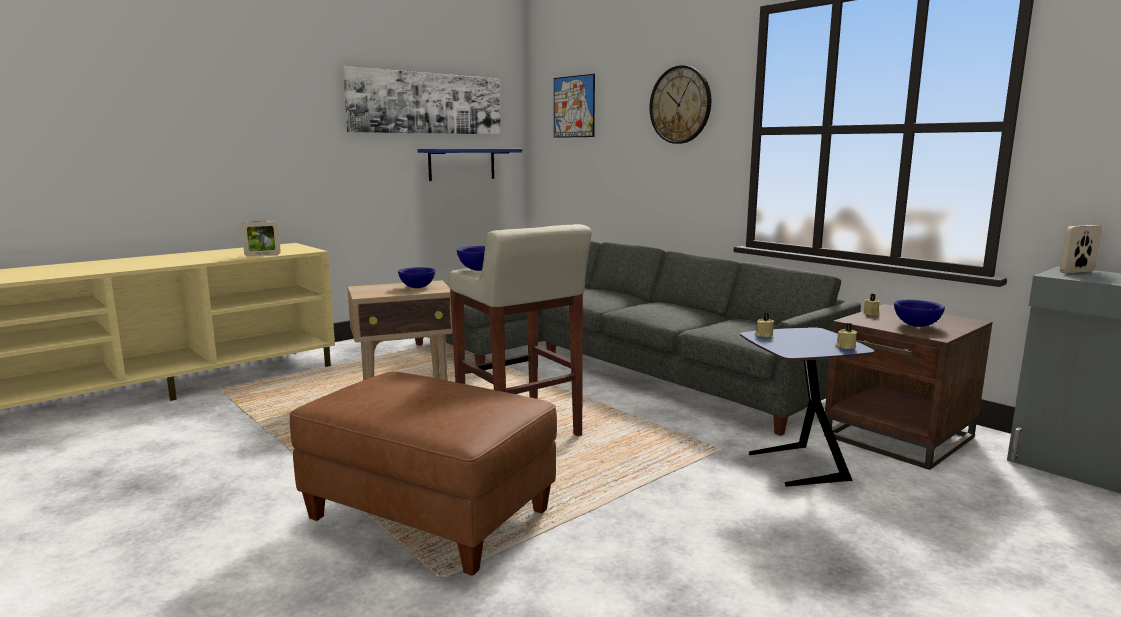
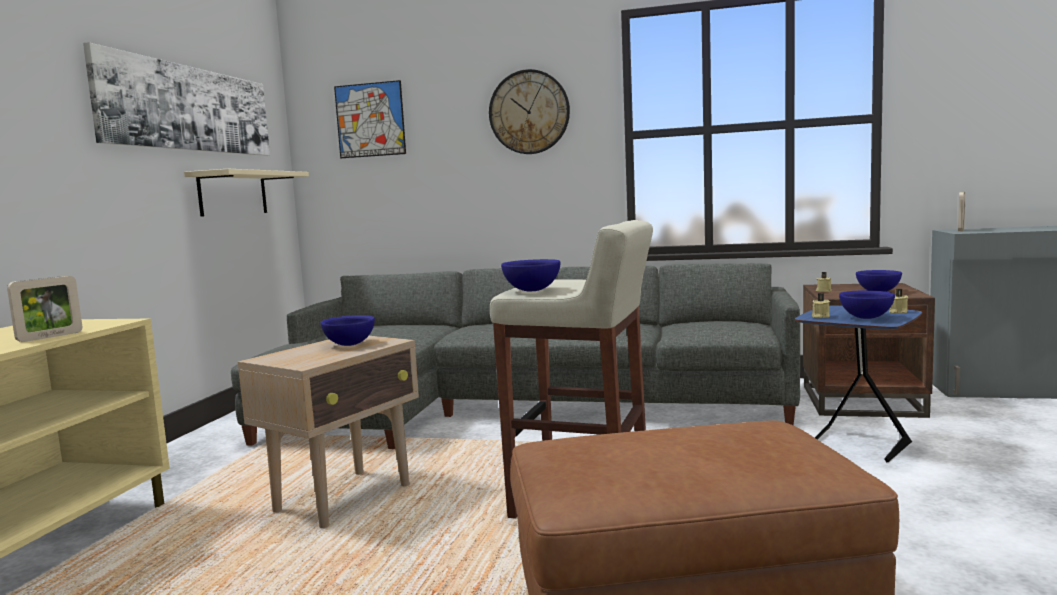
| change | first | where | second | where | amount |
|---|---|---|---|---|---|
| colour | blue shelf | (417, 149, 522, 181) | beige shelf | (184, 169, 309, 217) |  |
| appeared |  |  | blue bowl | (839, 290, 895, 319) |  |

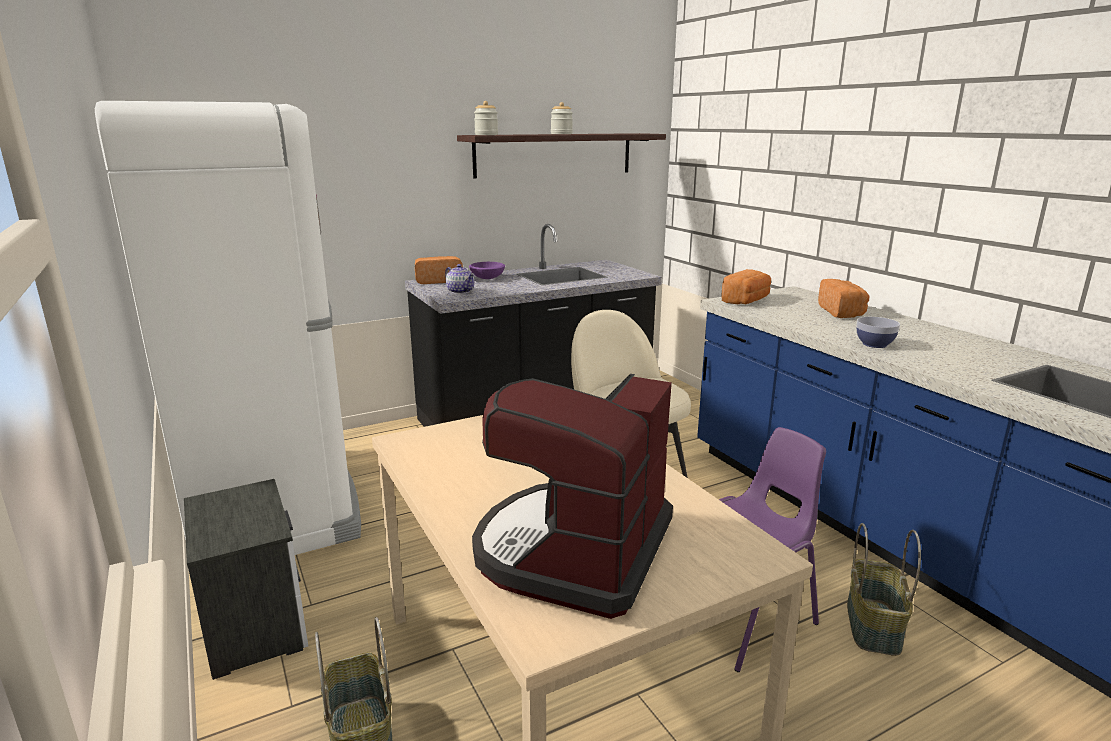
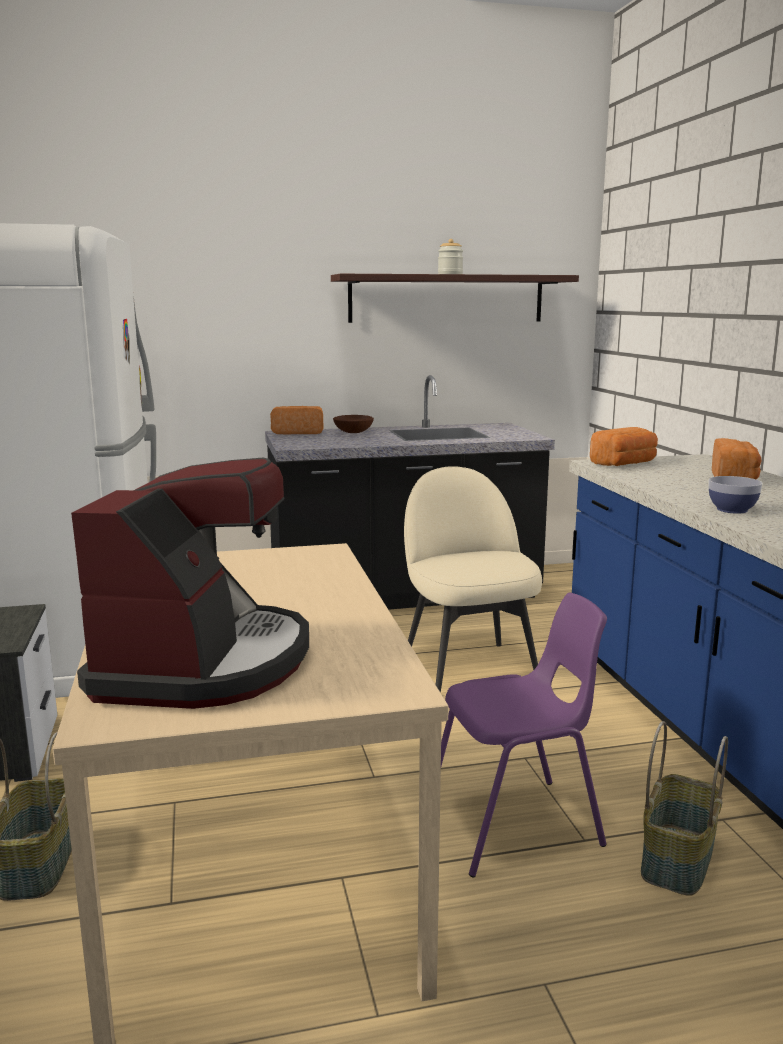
| change | first | where | second | where | amount |
|---|---|---|---|---|---|
| missing | teapot | (445, 264, 475, 294) |  |  |  |
| colour | purple bowl | (469, 262, 505, 279) | brown bowl | (333, 415, 374, 433) |  |
| spun | coffee machine | (472, 374, 673, 619) |  | (71, 458, 309, 709) | 150 degrees clockwise |
| missing | jar | (474, 101, 498, 135) |  |  |  |

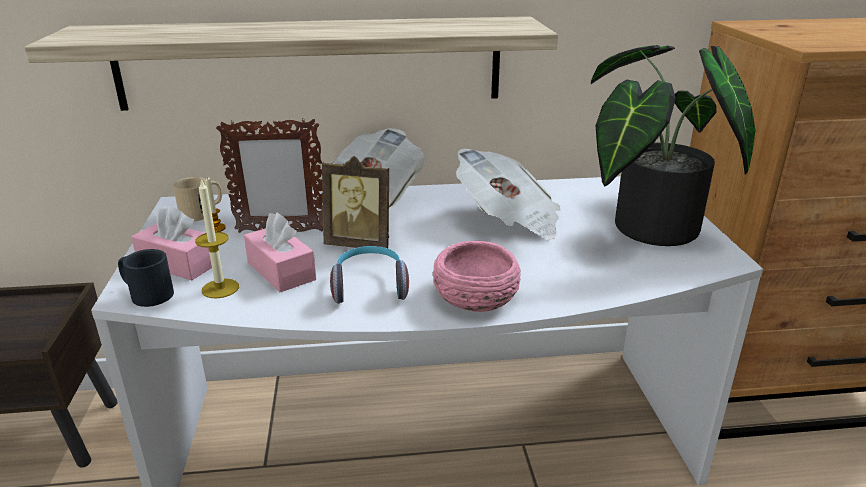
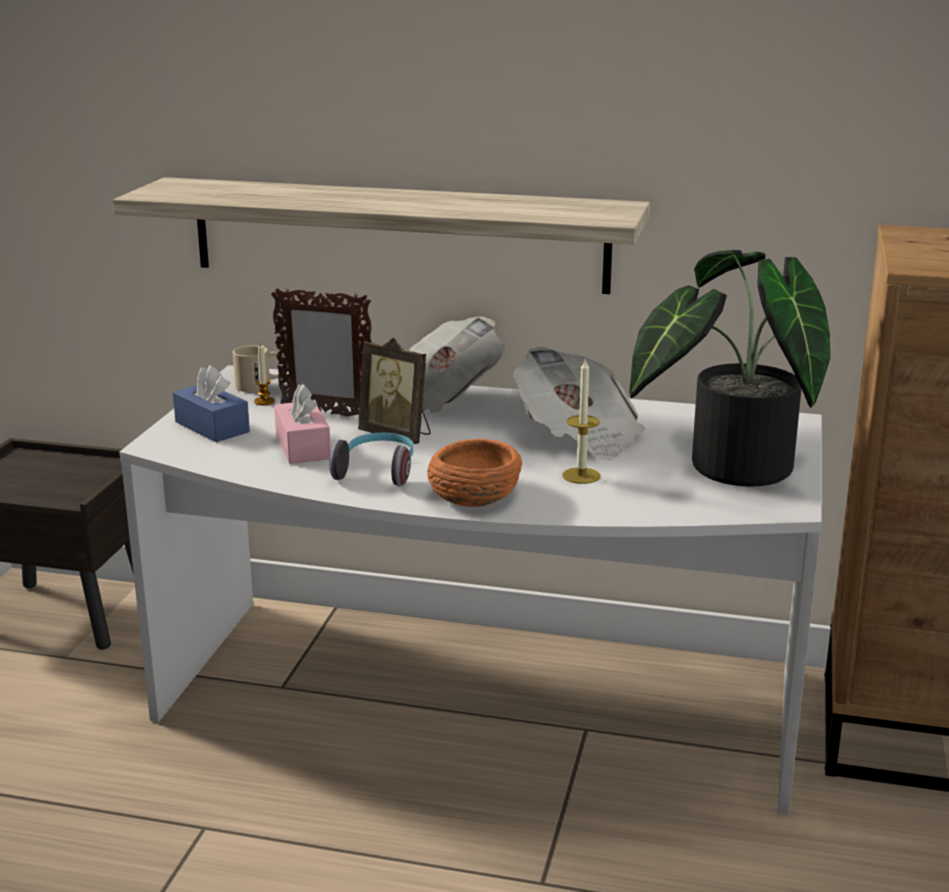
| change | first | where | second | where | amount |
|---|---|---|---|---|---|
| missing | black mug | (118, 249, 174, 307) |  |  |  |
| colour | pink tissue box | (131, 206, 212, 280) | blue tissue box | (173, 365, 250, 442) |  |
| relocated | candle | (195, 178, 239, 299) |  | (562, 357, 600, 484) |  |
| colour | pink bowl | (433, 241, 521, 312) | orange bowl | (427, 439, 522, 507) |  |

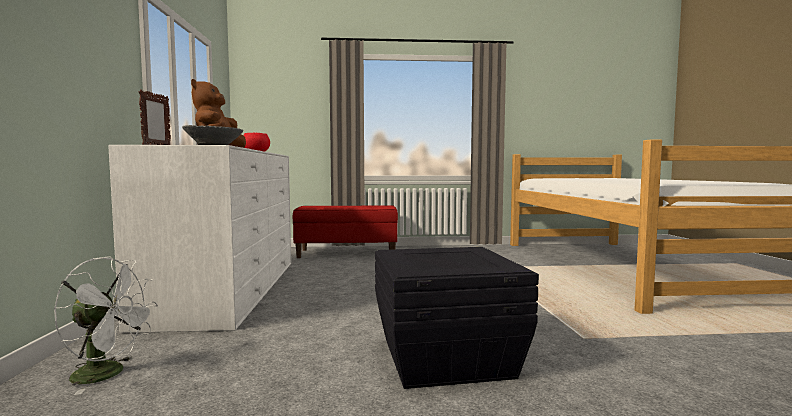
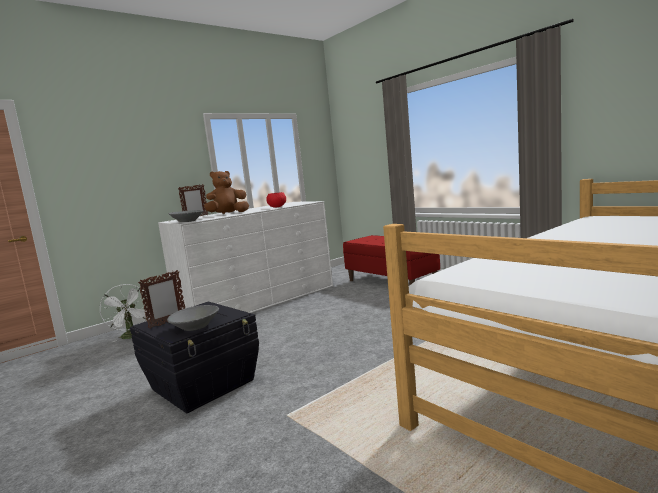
| change | first | where | second | where | amount |
|---|---|---|---|---|---|
| appeared |  |  | picture frame | (138, 270, 185, 329) |  |
| appeared |  |  | grey bowl | (167, 305, 219, 331) |  |

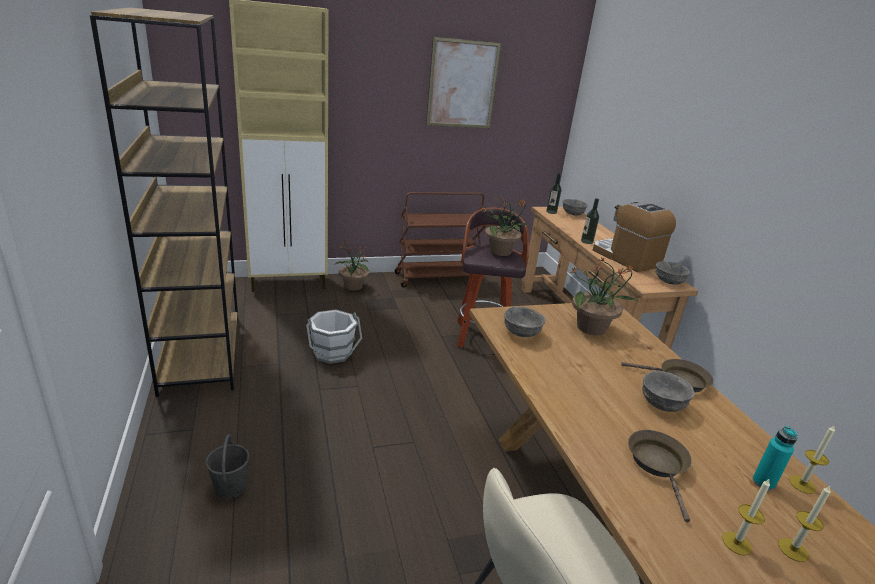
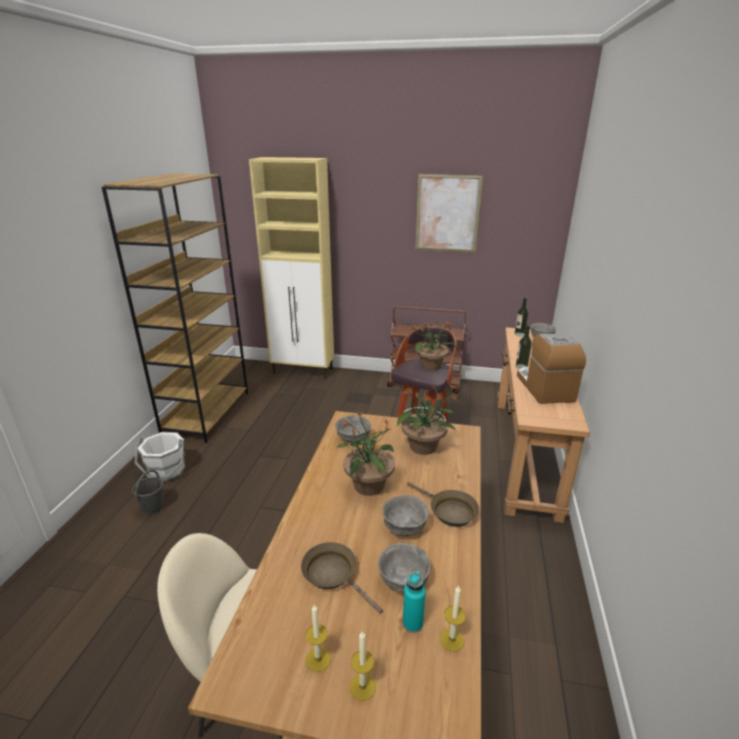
| change | first | where | second | where | amount |
|---|---|---|---|---|---|
| relocated | white bucket | (306, 309, 362, 364) |  | (135, 432, 185, 482) |  |
| relocated | potted plant | (335, 242, 370, 291) |  | (336, 411, 395, 496) |  |
| spun | brown frying pan | (628, 430, 692, 522) |  | (301, 542, 383, 613) | 75 degrees counterclockwise |
| relocated | grey bowl | (655, 261, 690, 285) |  | (378, 543, 431, 593) |  |

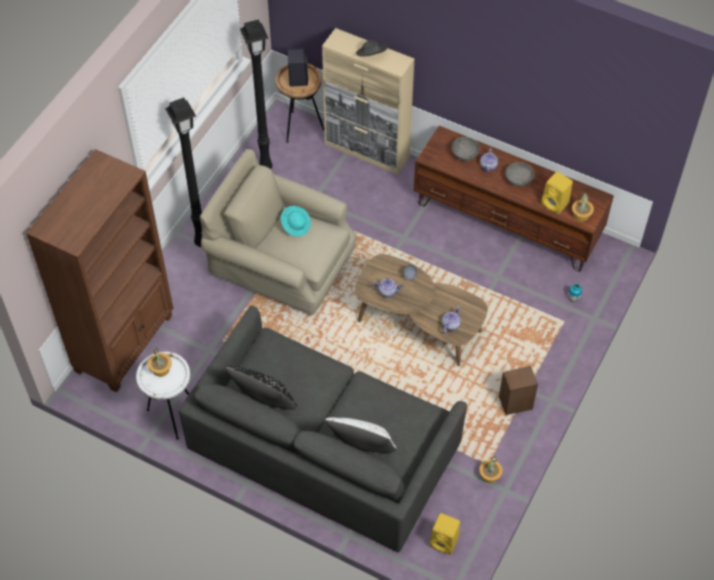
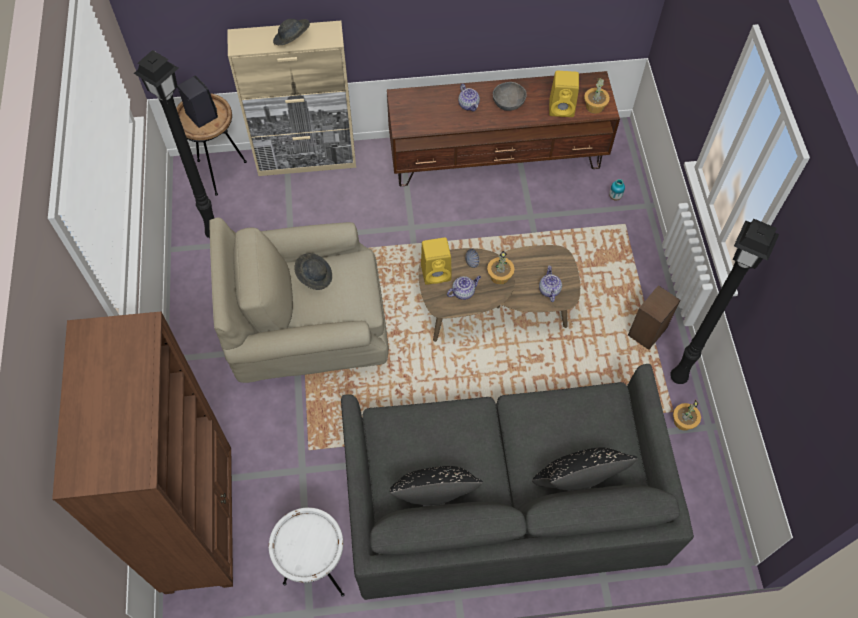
| change | first | where | second | where | amount |
|---|---|---|---|---|---|
| relocated | potted plant | (148, 348, 172, 377) |  | (487, 251, 515, 285) |  |
| relocated | black floor lamp | (165, 97, 202, 247) |  | (670, 218, 779, 384) |  |
| colour | turquoise hat | (281, 206, 311, 237) | grey hat | (294, 253, 332, 290) |  |
| colour | white pillow | (325, 418, 397, 453) | black pillow | (532, 447, 638, 490) |  |
| relocated | yellow speaker | (430, 513, 460, 555) |  | (421, 237, 451, 285) |  |
| missing | grey bowl | (452, 137, 480, 161) |  |  |  |

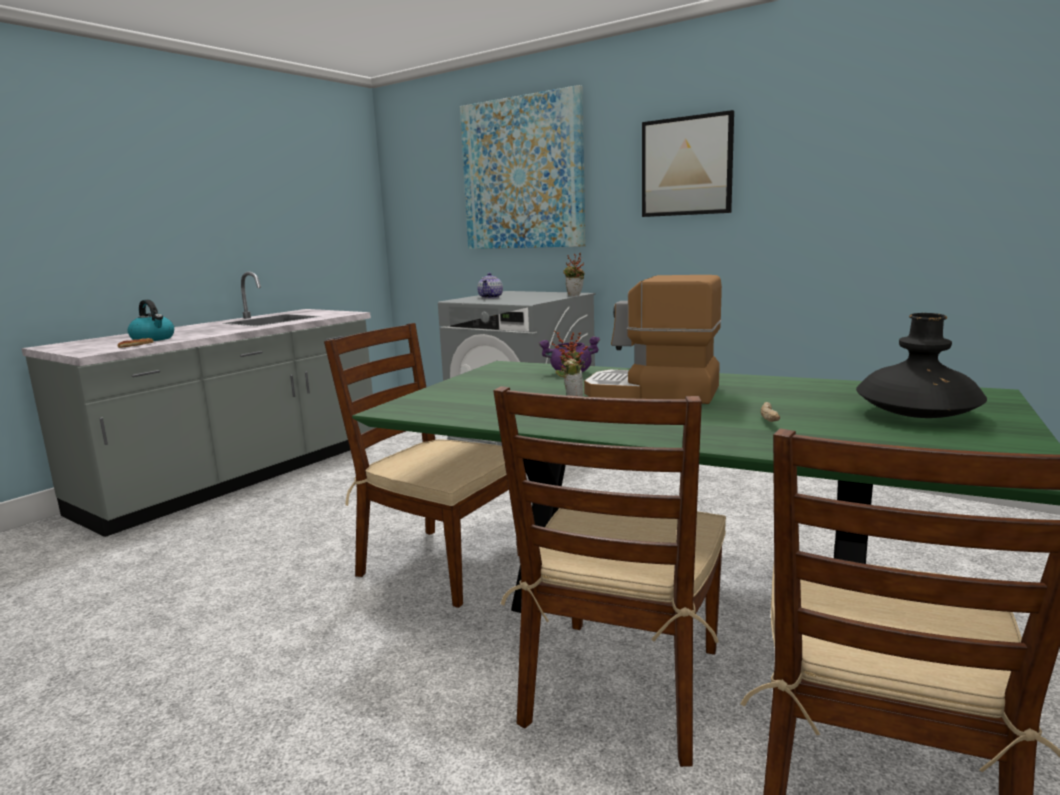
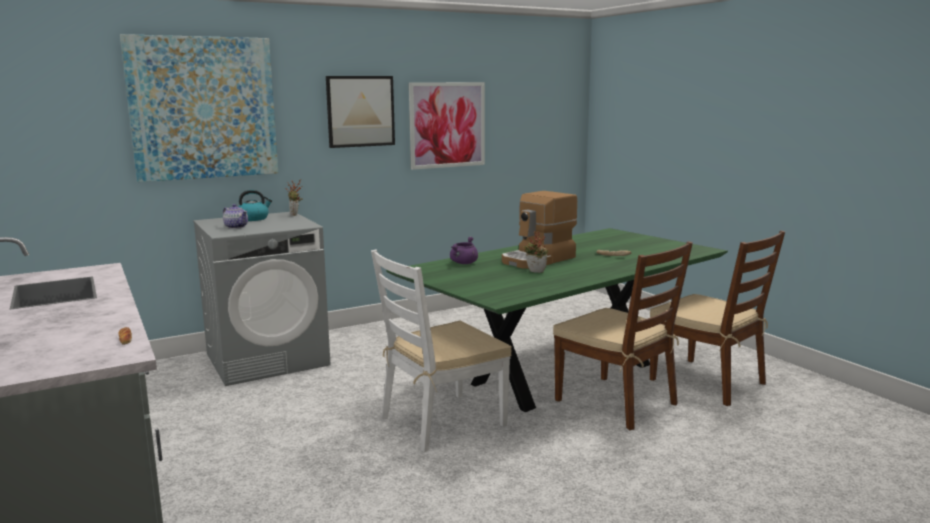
| change | first | where | second | where | amount |
|---|---|---|---|---|---|
| relocated | kettle | (128, 300, 174, 341) |  | (239, 190, 272, 221) |  |
| colour | brown chair | (324, 323, 519, 608) | white chair | (371, 250, 512, 452) |  |
| missing | black vase | (856, 313, 987, 418) |  |  |  |
| appeared |  |  | picture | (409, 82, 485, 170) |  |

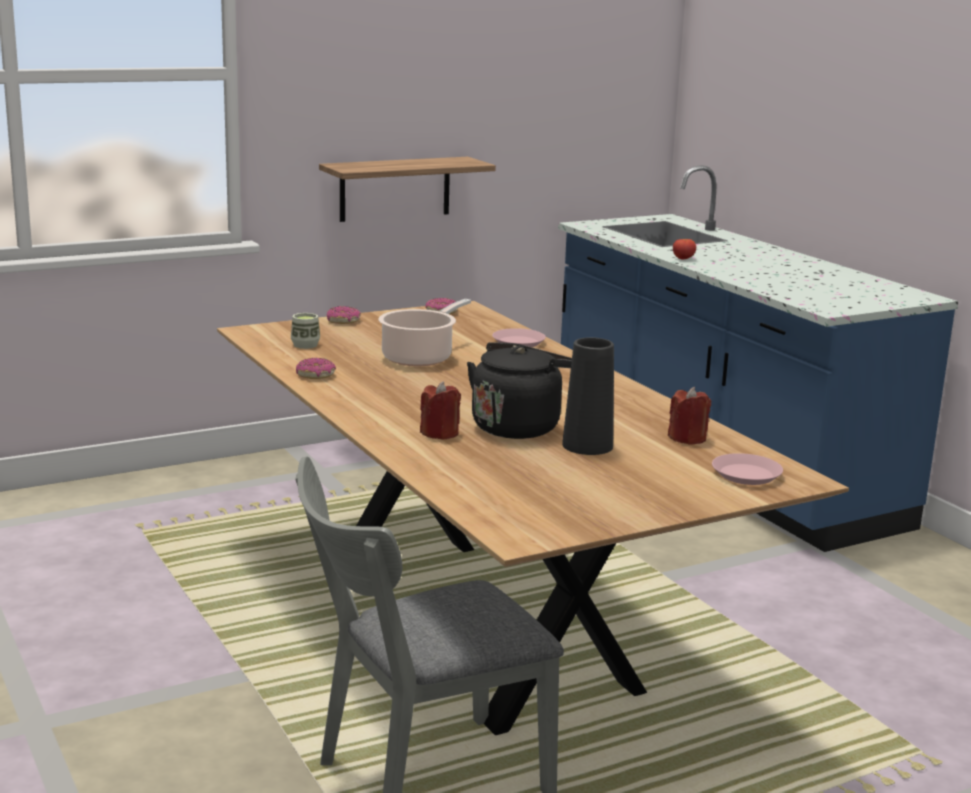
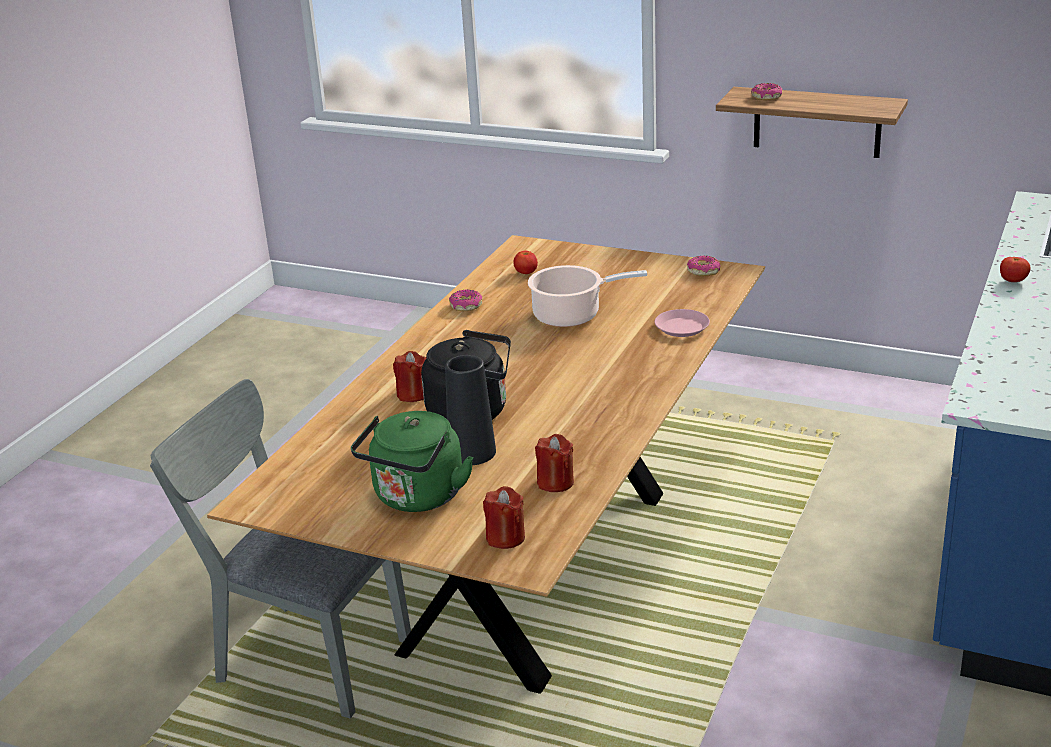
| change | first | where | second | where | amount |
|---|---|---|---|---|---|
| exchanged | cup | (291, 313, 320, 349) | tomato | (513, 251, 538, 274) |  |
| relocated | donut | (327, 306, 361, 324) |  | (751, 83, 782, 100) |  |
| exchanged | pink plate | (712, 453, 783, 485) | red candle | (483, 486, 525, 549) |  |
| appeared |  |  | green kettle | (351, 411, 474, 512) |  |

